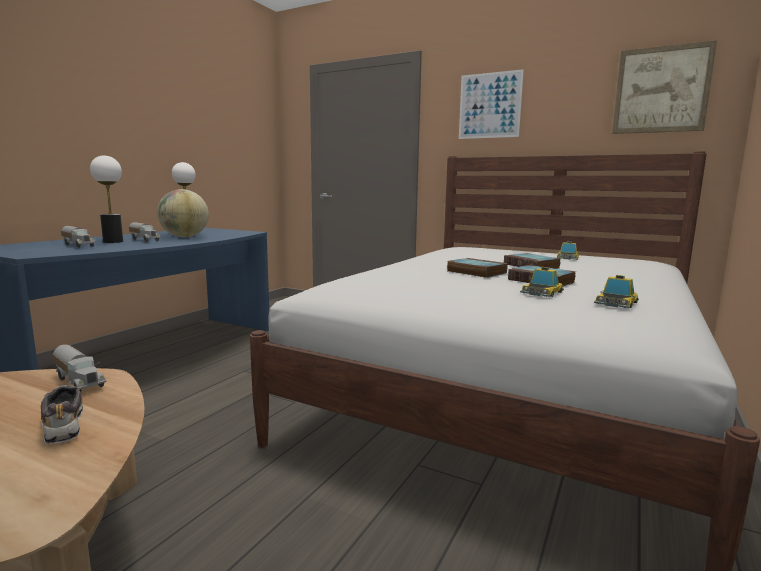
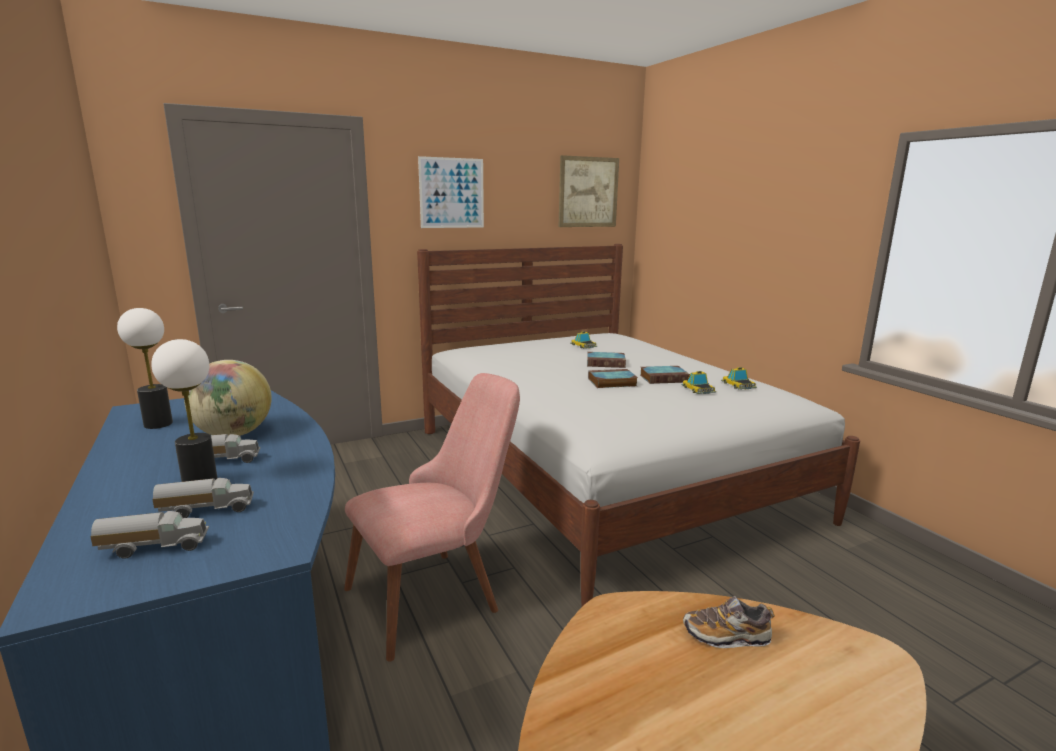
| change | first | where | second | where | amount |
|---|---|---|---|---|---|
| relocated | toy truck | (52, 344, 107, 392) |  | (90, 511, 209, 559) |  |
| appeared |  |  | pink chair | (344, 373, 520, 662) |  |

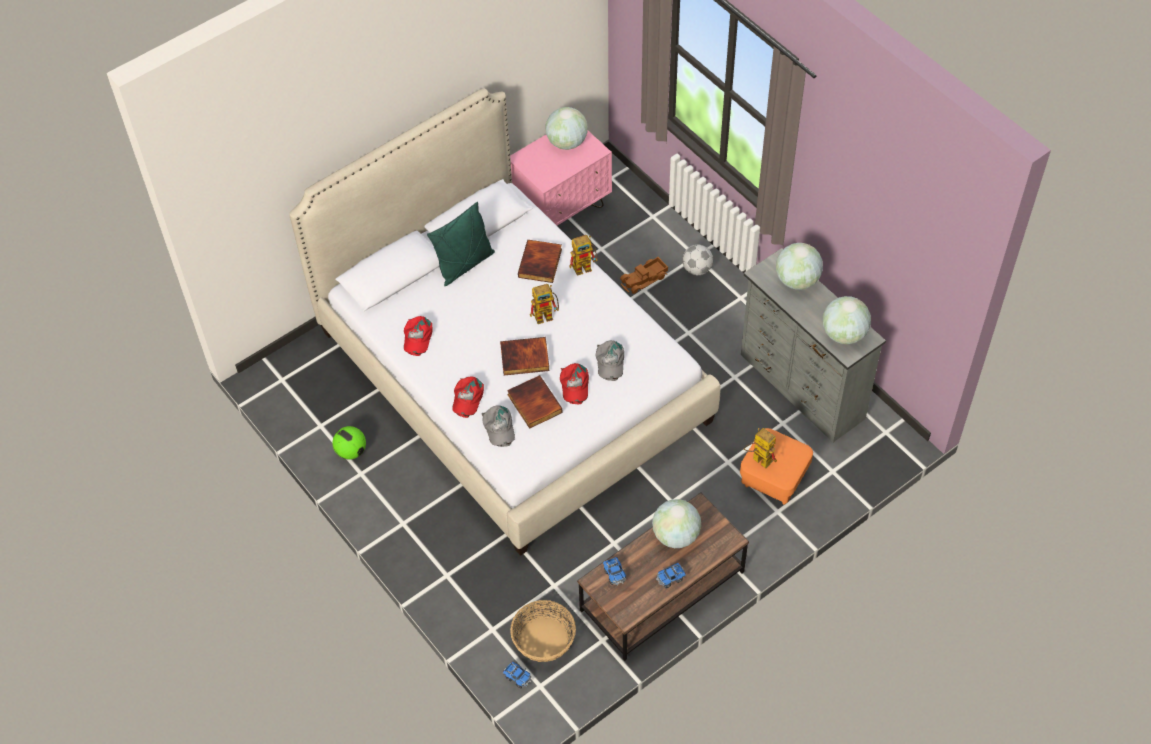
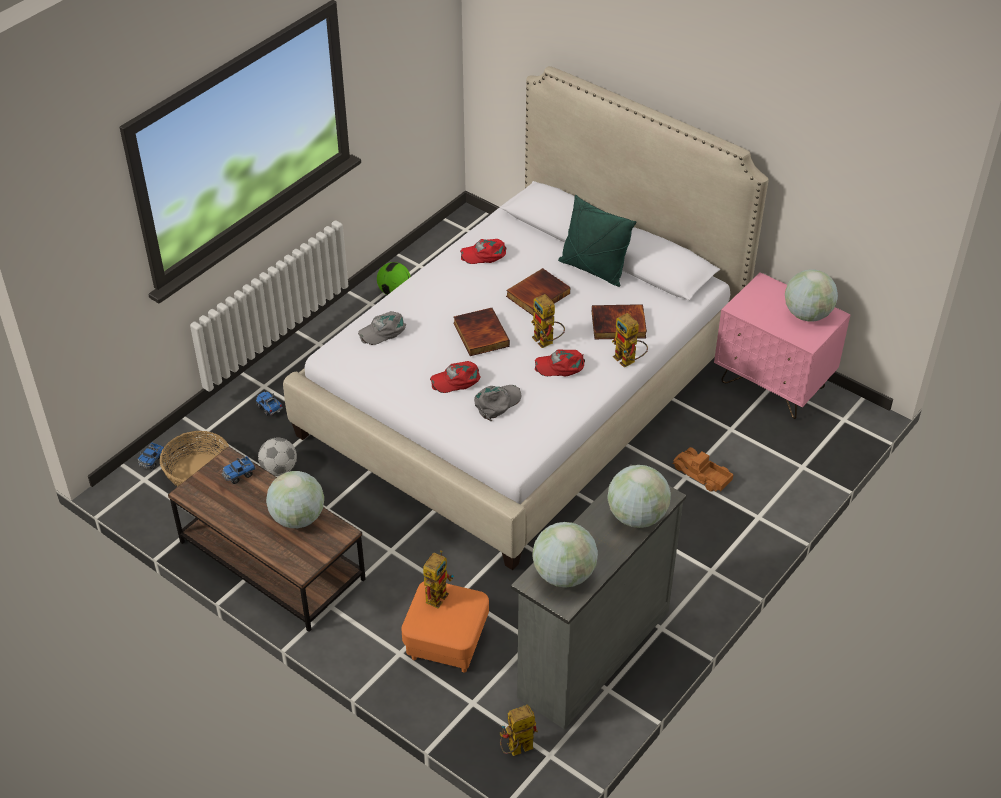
| change | first | where | second | where | amount |
|---|---|---|---|---|---|
| relocated | red cap | (452, 377, 484, 418) |  | (535, 349, 585, 376) |  |
| relocated | book | (507, 375, 562, 429) |  | (506, 268, 571, 316) |  |
| spun | grey cap | (596, 340, 624, 381) |  | (474, 385, 521, 421) | 150 degrees clockwise |
| relocated | toy truck | (656, 563, 686, 588) |  | (256, 392, 283, 416) |  |
| relocated | football | (682, 245, 713, 275) |  | (258, 437, 297, 476) |  |
| appeared |  |  | toy robot | (500, 705, 538, 756) |  |

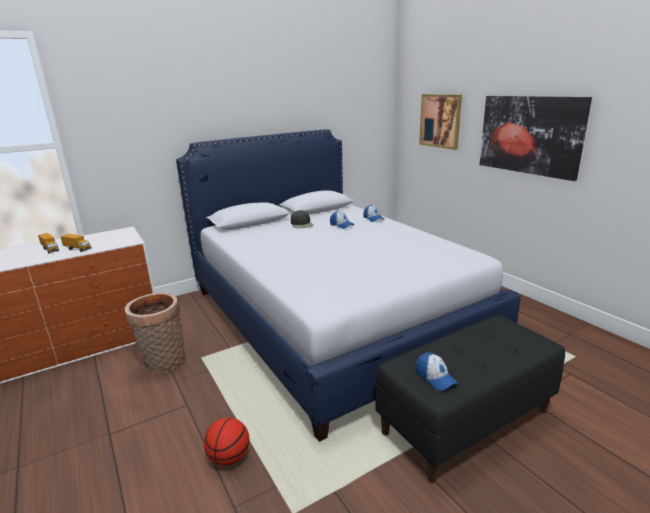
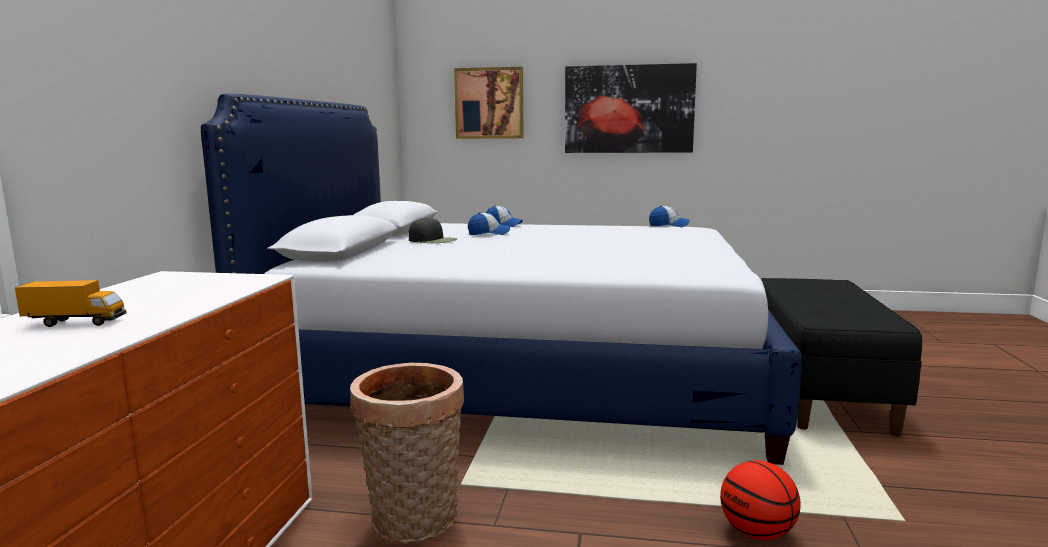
| change | first | where | second | where | amount |
|---|---|---|---|---|---|
| missing | toy truck | (61, 234, 92, 252) |  |  |  |
| relocated | cap | (416, 352, 458, 390) |  | (649, 206, 690, 227) |  |

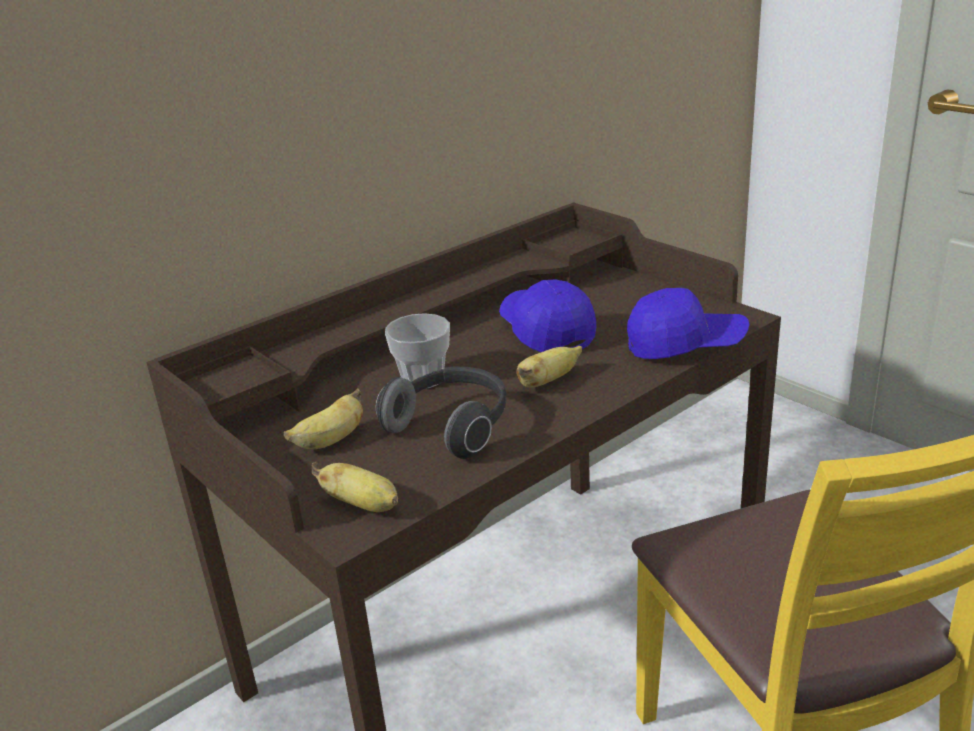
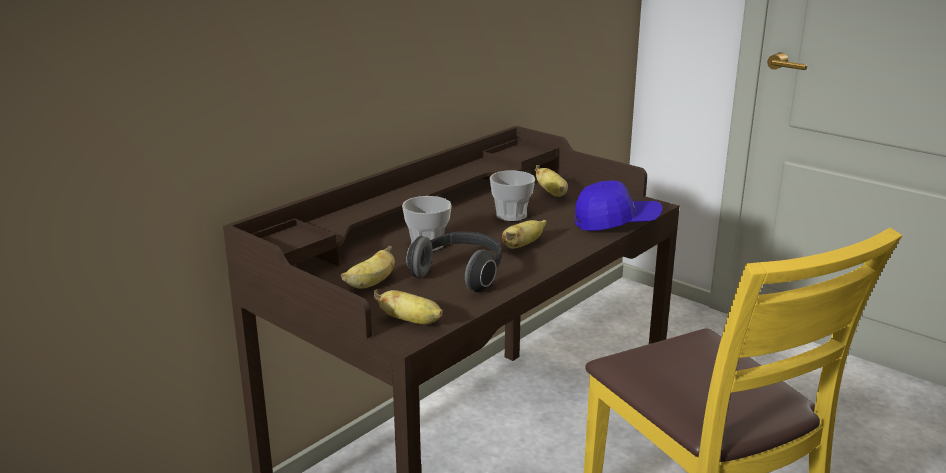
| change | first | where | second | where | amount |
|---|---|---|---|---|---|
| exchanged | blue cap | (499, 279, 596, 352) | cup | (490, 171, 535, 221) |  |
| appeared |  |  | banana | (535, 165, 568, 197) |  |

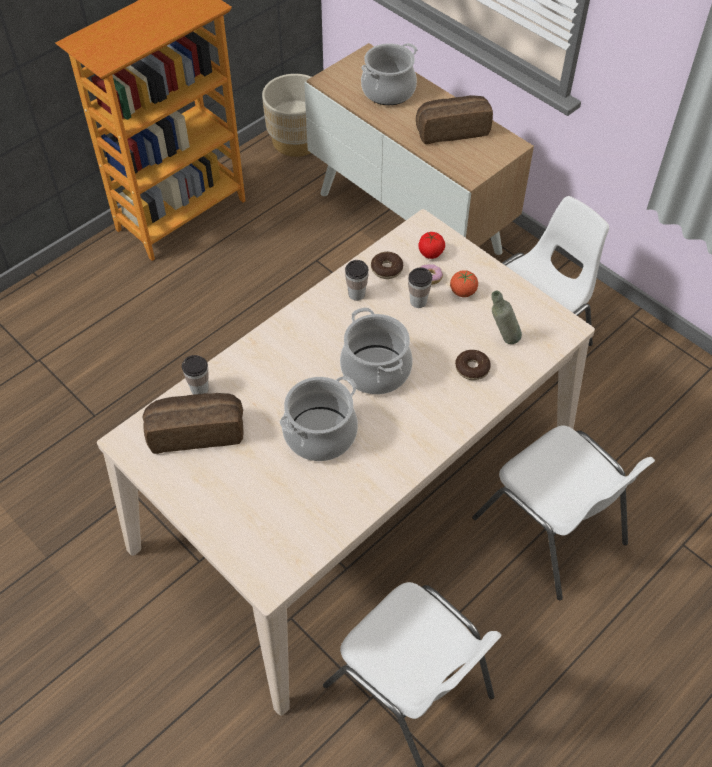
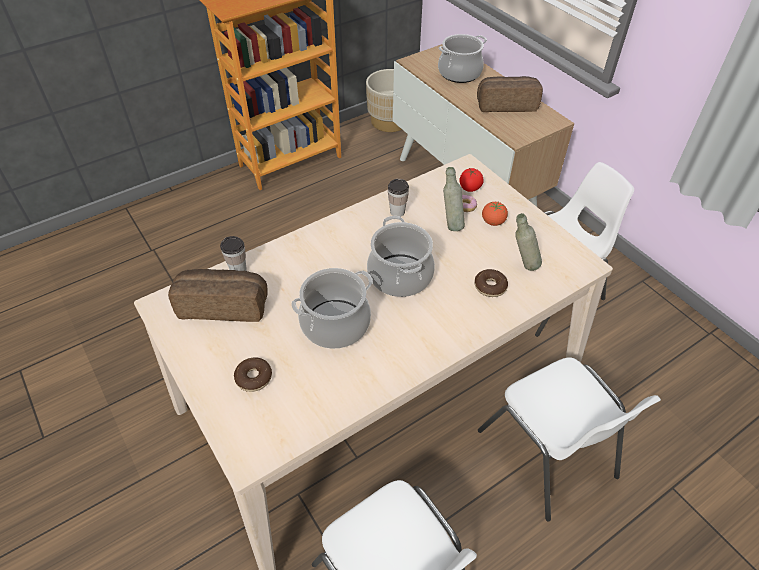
| change | first | where | second | where | amount |
|---|---|---|---|---|---|
| relocated | donut | (371, 252, 403, 279) |  | (234, 357, 272, 392) |  |
| exchanged | cup | (408, 267, 432, 308) | grey bottle | (443, 167, 465, 231) |  |

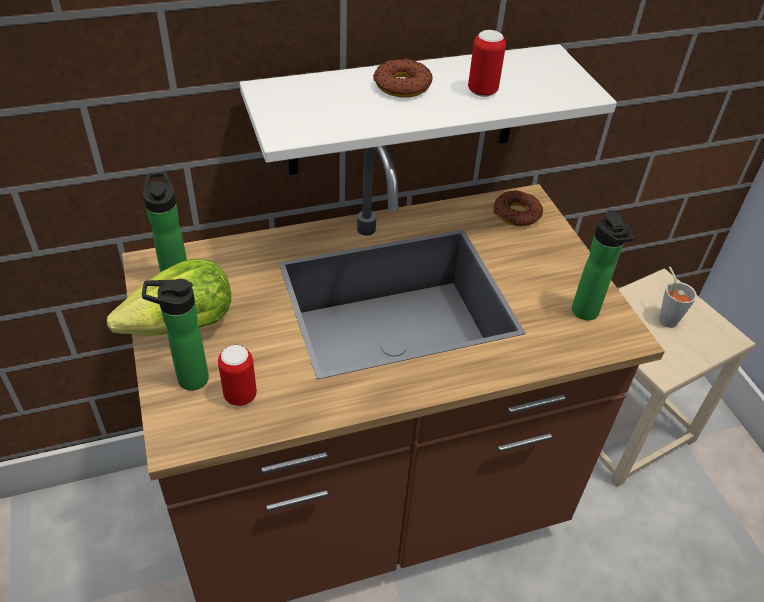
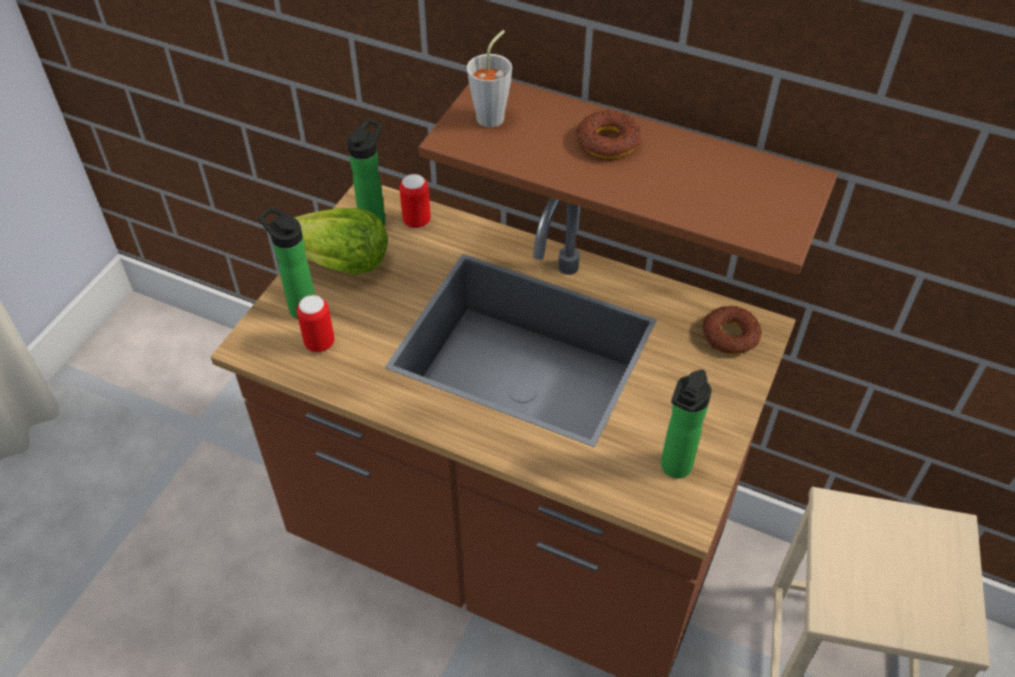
| change | first | where | second | where | amount |
|---|---|---|---|---|---|
| colour | white shelf | (240, 44, 617, 175) | brown shelf | (418, 81, 838, 275) |  |
| relocated | can | (468, 30, 506, 97) |  | (399, 174, 431, 229) |  |
| relocated | grey cup | (659, 267, 697, 328) |  | (467, 30, 512, 128) |  |

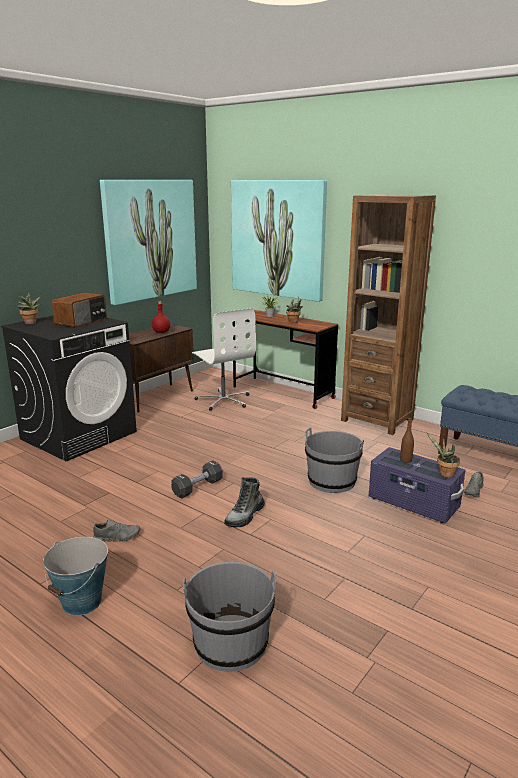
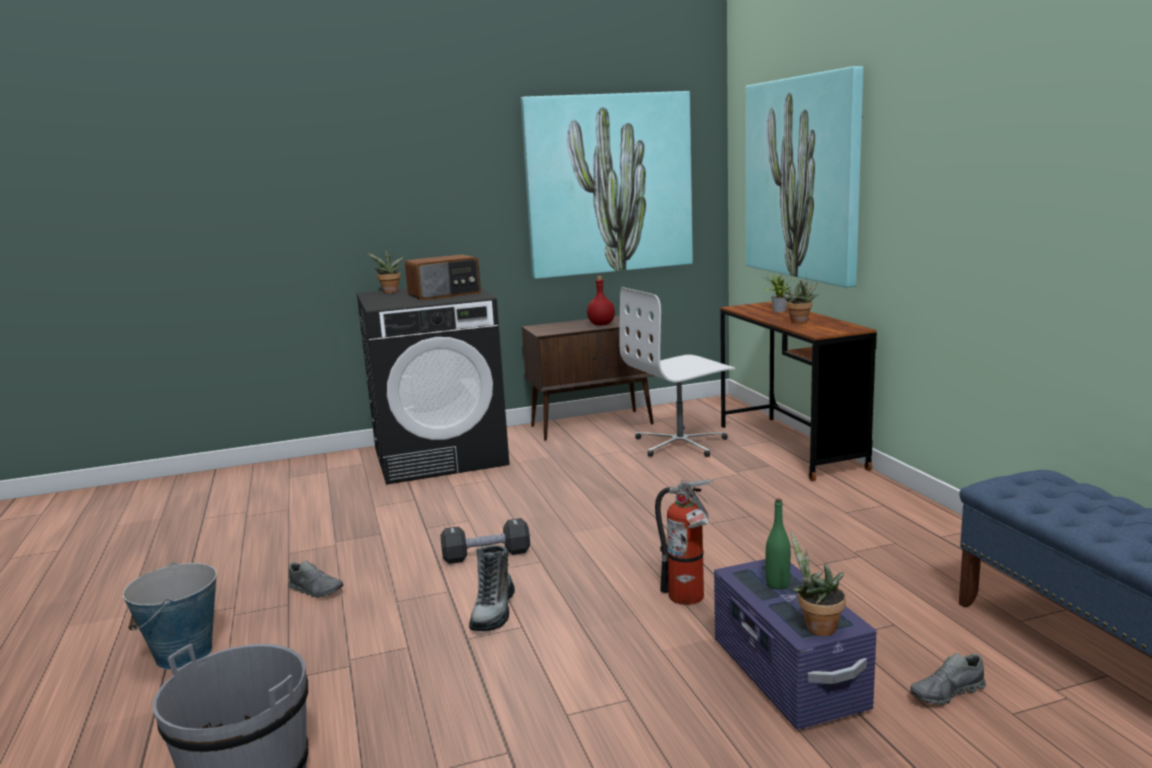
| change | first | where | second | where | amount |
|---|---|---|---|---|---|
| spun | white office chair | (192, 308, 256, 411) |  | (619, 287, 735, 457) | 60 degrees clockwise |
| spun | boot | (224, 477, 265, 528) |  | (469, 545, 515, 631) | 60 degrees counterclockwise |
| exchanged | grey bucket | (305, 427, 364, 493) | fire extinguisher | (655, 479, 714, 605) |  |
| missing | brown bookcase | (341, 194, 436, 435) |  |  |  |
| colour | brown bottle | (400, 418, 414, 463) | green bottle | (766, 499, 791, 590) |  |

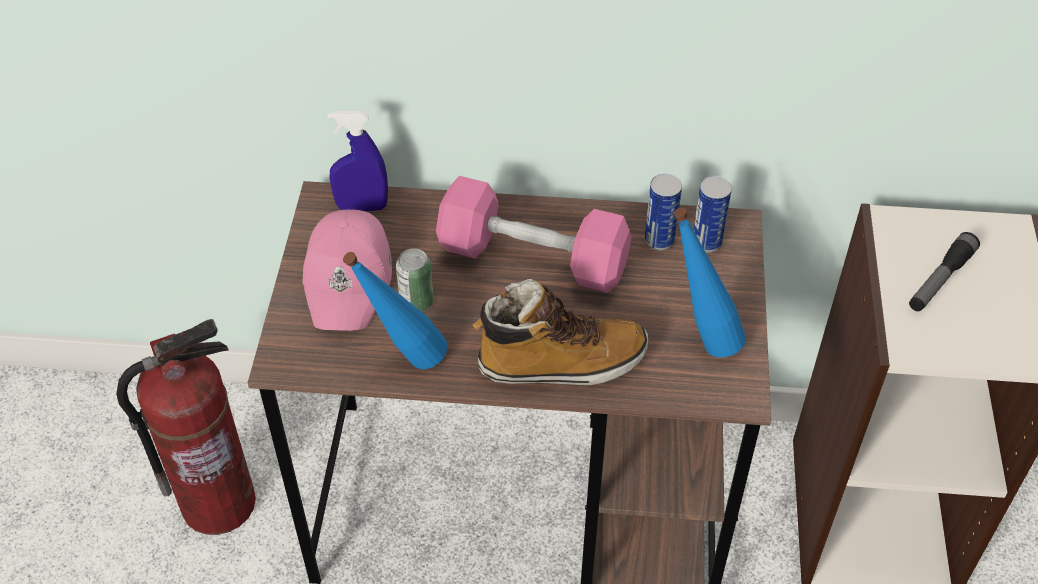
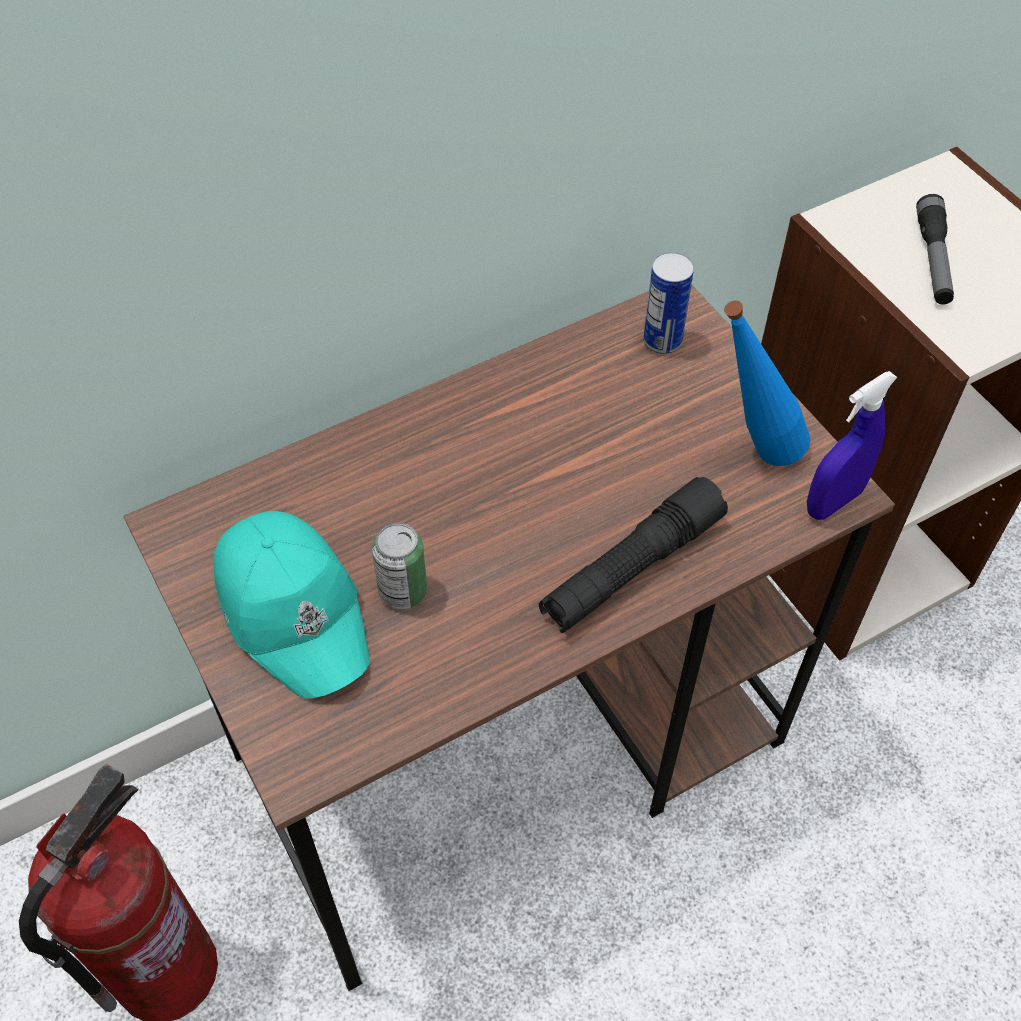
| change | first | where | second | where | amount |
|---|---|---|---|---|---|
| colour | pink cap | (303, 209, 392, 331) | turquoise cap | (213, 511, 370, 698) |  |
| relocated | blue spray bottle | (328, 111, 388, 211) |  | (807, 371, 898, 520) |  |
| missing | blue bottle | (343, 252, 447, 369) |  |  |  |
| missing | pink dumbbell | (436, 176, 632, 293) |  |  |  |
| exchanged | boot | (473, 279, 648, 385) | black flashlight | (539, 477, 728, 633) |  |
| missing | can | (645, 174, 682, 251) |  |  |  |

